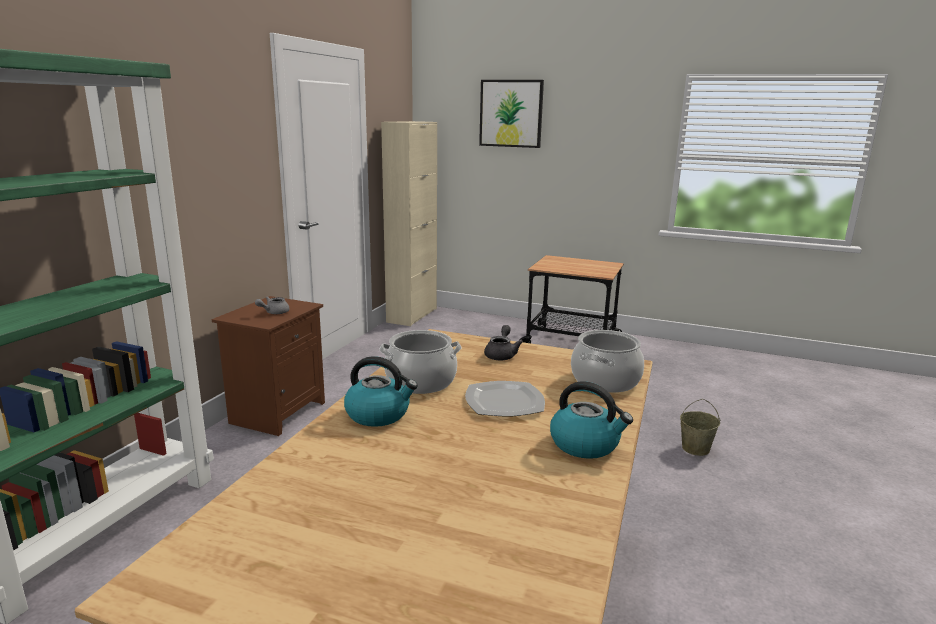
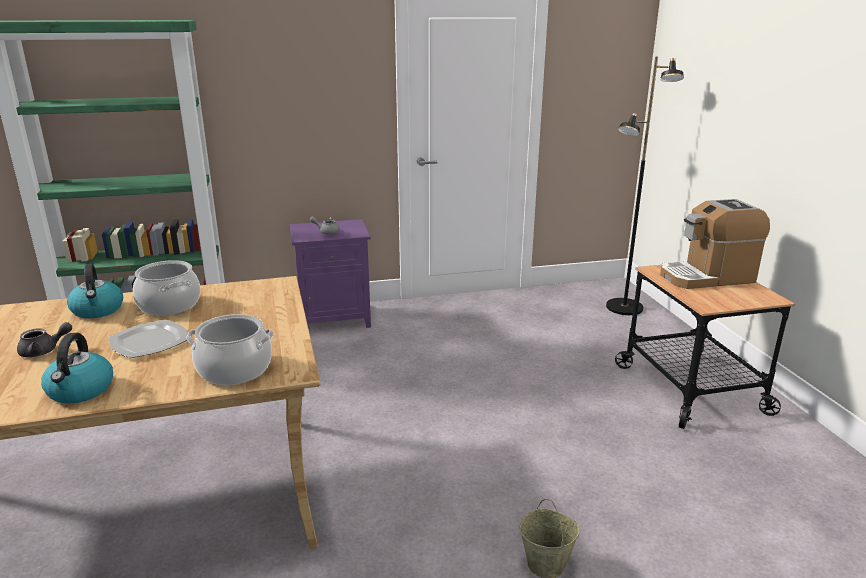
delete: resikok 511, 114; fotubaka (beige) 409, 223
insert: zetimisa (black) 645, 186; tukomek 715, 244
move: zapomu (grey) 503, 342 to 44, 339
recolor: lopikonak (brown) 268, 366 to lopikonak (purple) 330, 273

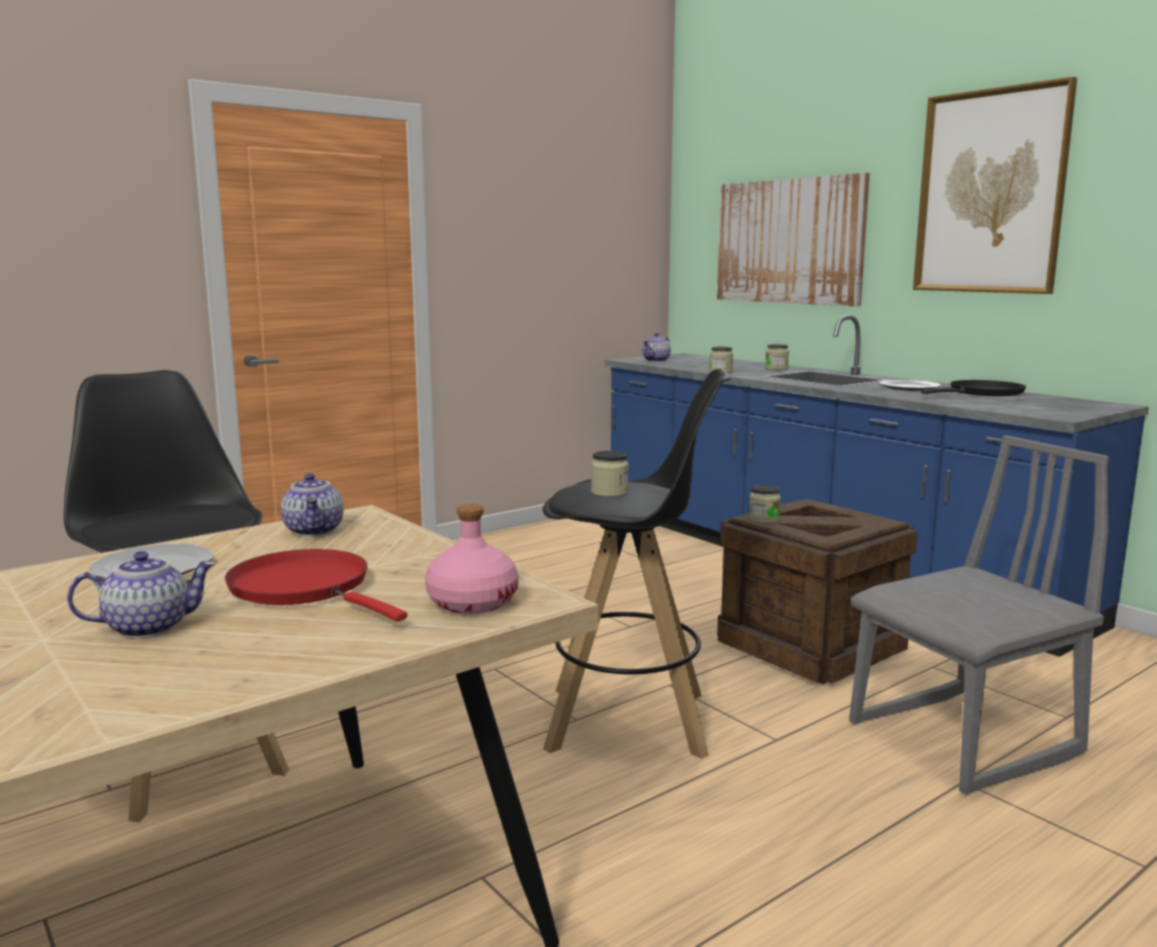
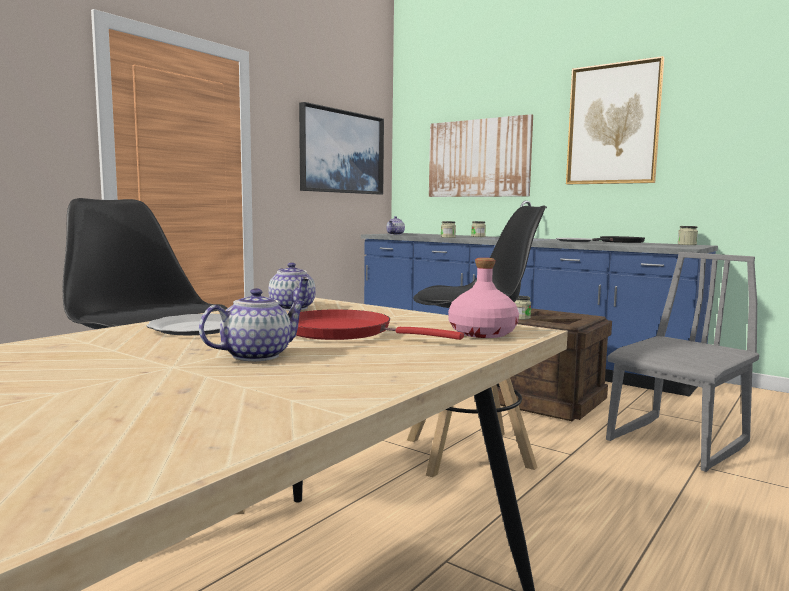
insert: resikok 341, 148
move: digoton 610, 474 to 688, 235

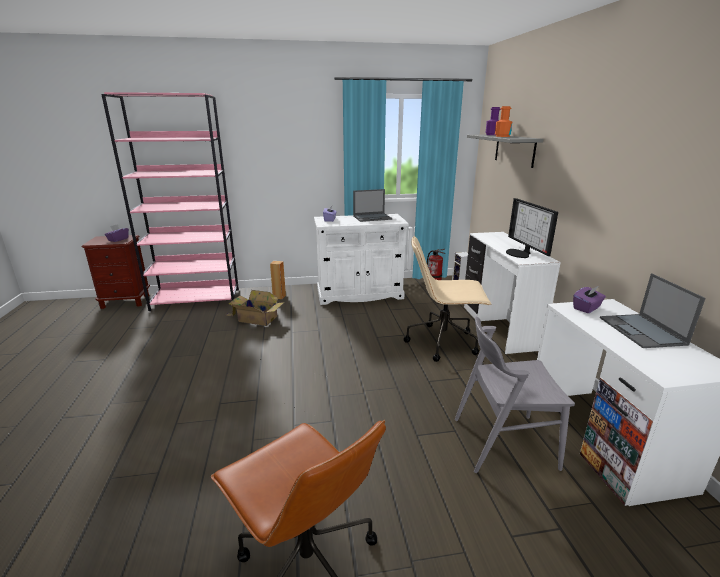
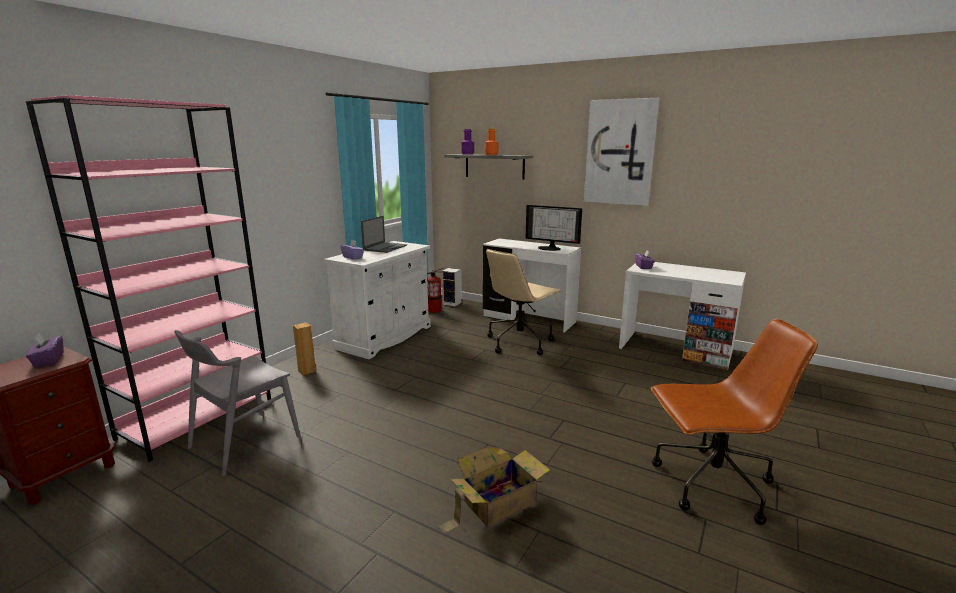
delete: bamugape 653, 310
insert: resikok 621, 152
move: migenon 255, 308 to 494, 489; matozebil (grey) 515, 395 to 237, 403

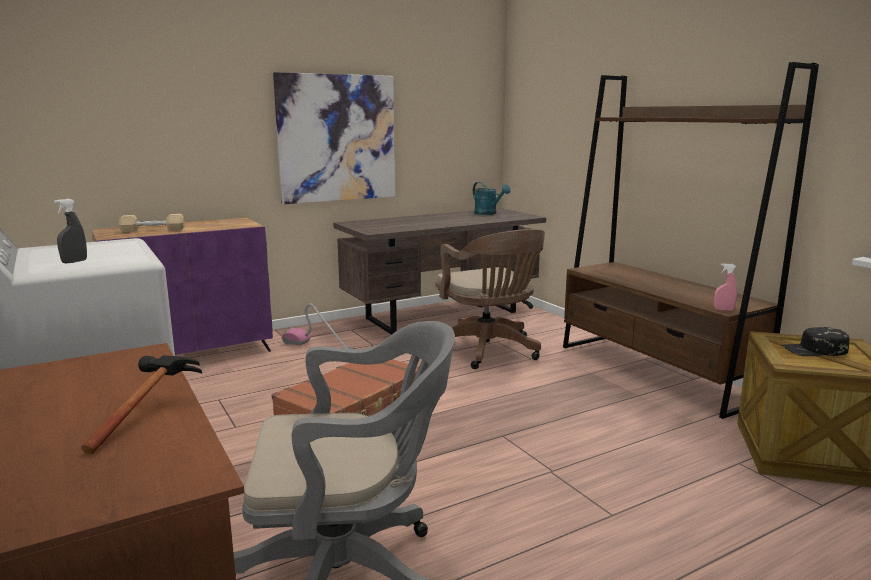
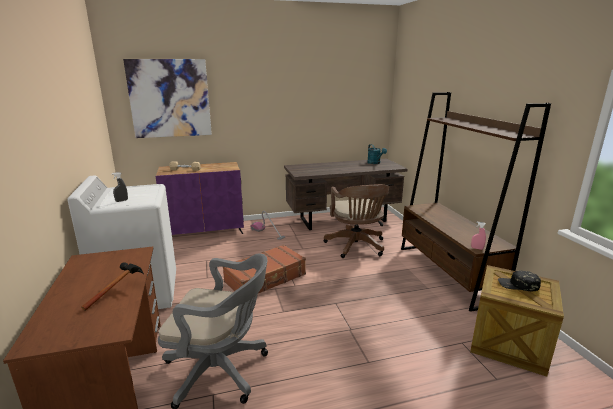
move: resikok 334, 138 to 167, 98

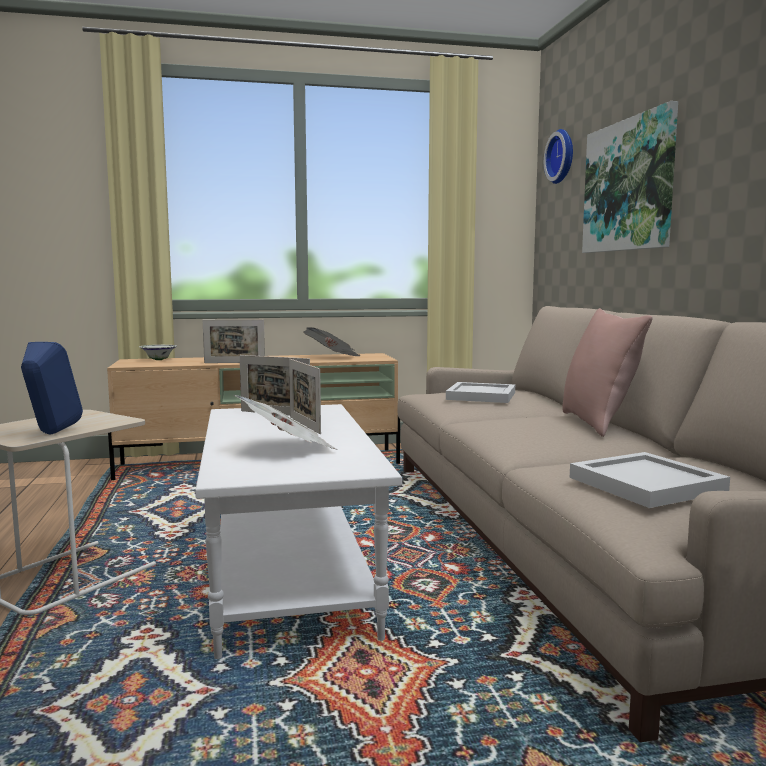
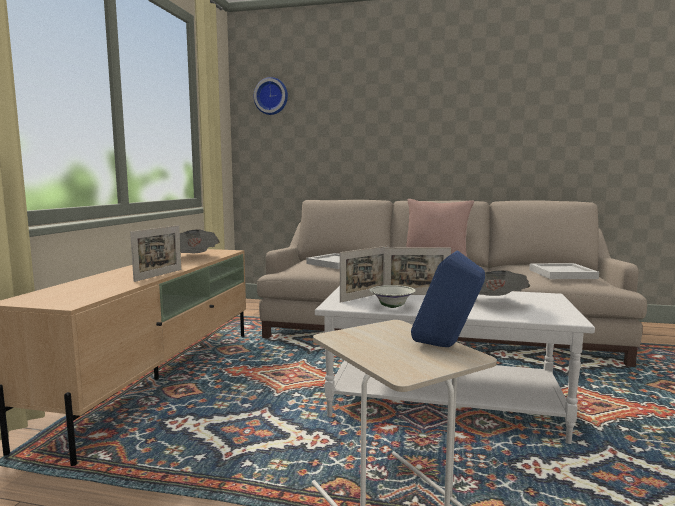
delete: resikok 630, 177
move: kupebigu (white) 158, 352 to 393, 296

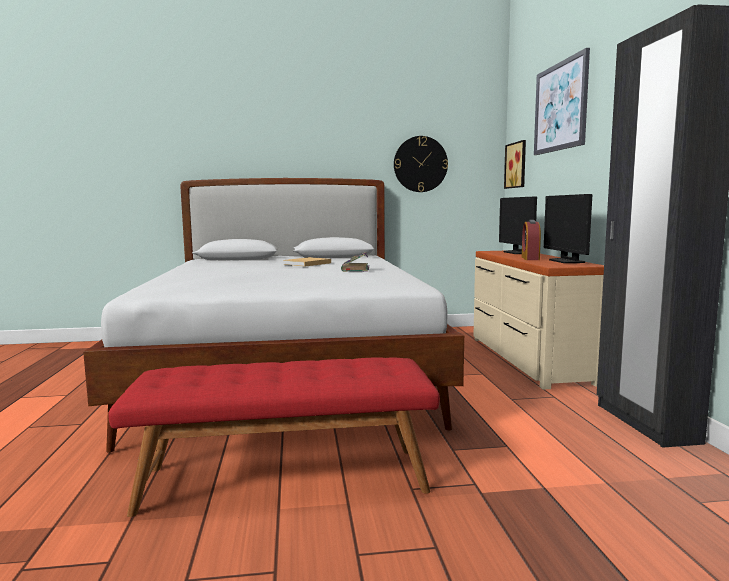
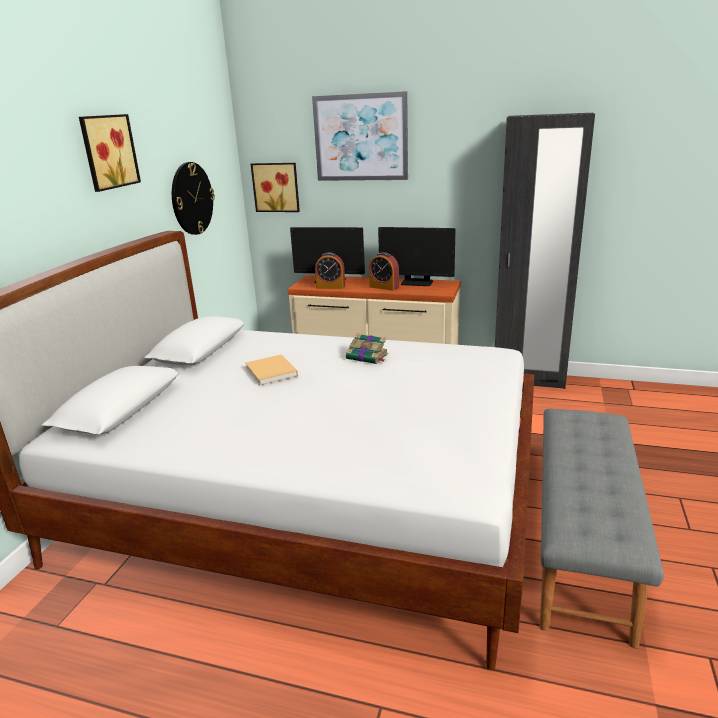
insert: resikok 110, 153; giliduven 330, 270
recolor: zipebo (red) 274, 437 to zipebo (grey) 602, 528

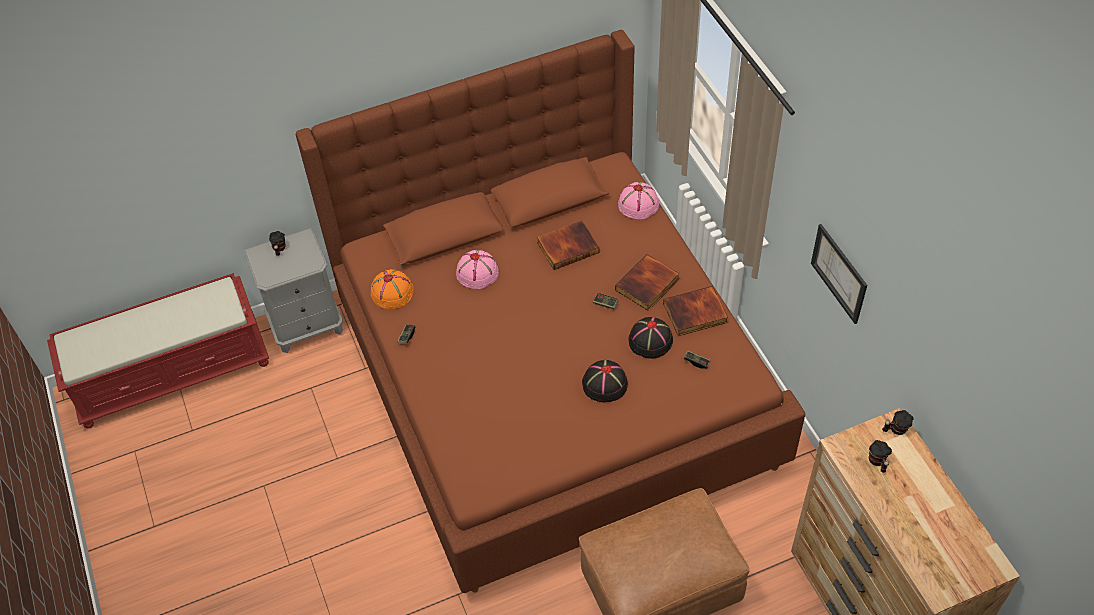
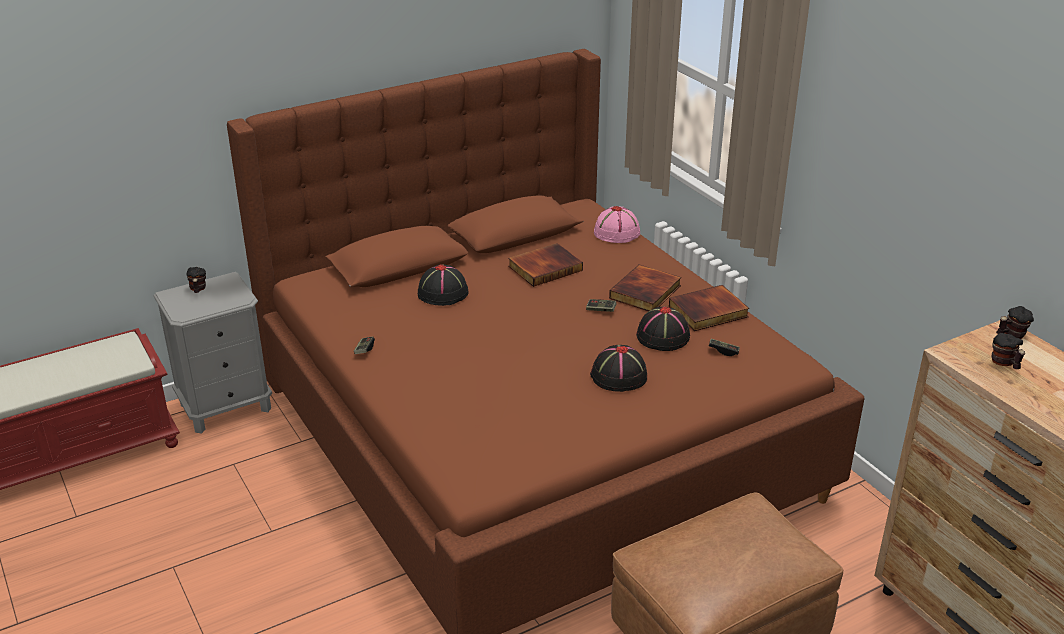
delete: resikok 839, 274; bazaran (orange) 392, 289
recolor: bazaran (pink) 477, 269 to bazaran (black) 443, 285

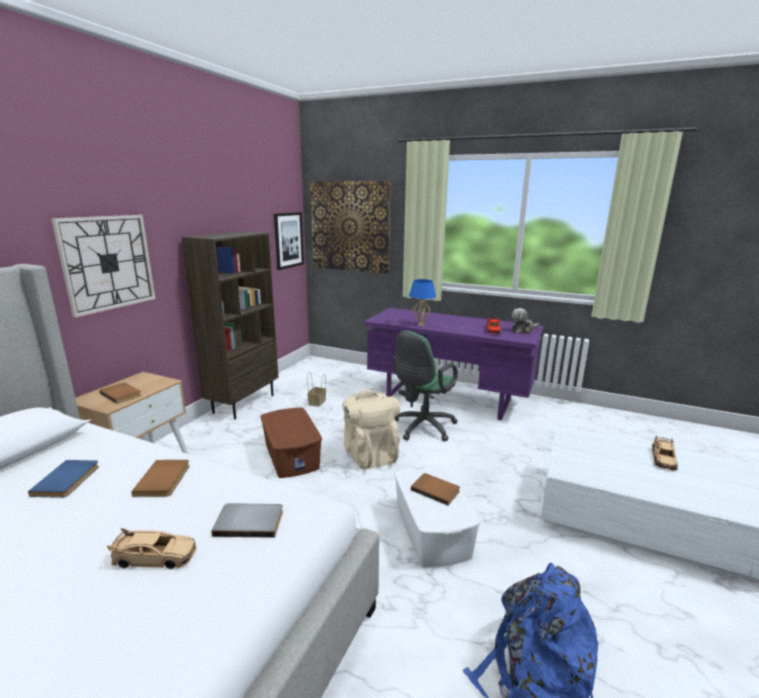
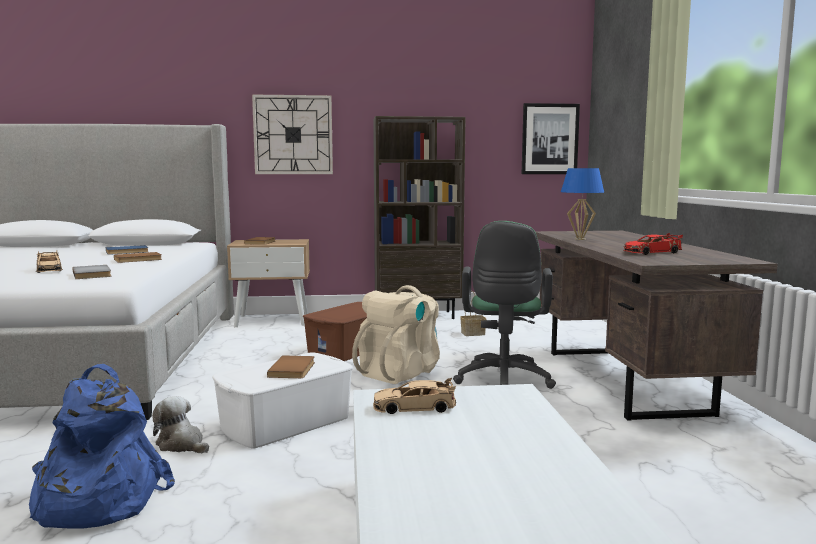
delete: resikok 350, 227
move: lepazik 525, 320 to 180, 424; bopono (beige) 665, 453 to 414, 396
recolor: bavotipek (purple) 453, 364 to bavotipek (brown) 656, 326
rotate: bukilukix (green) 425, 386 = 504, 305 90 degrees counterclockwise

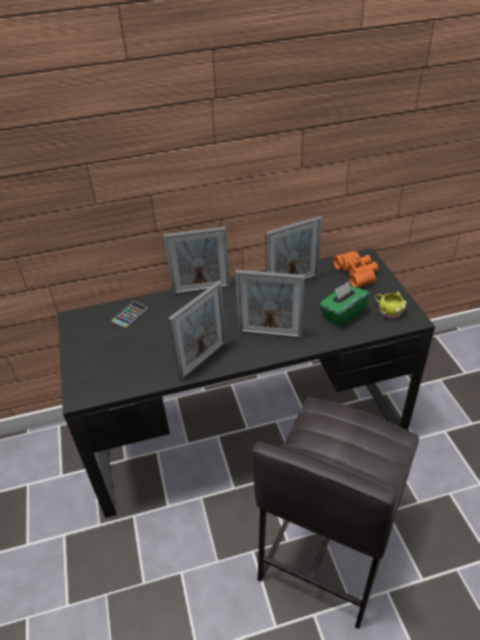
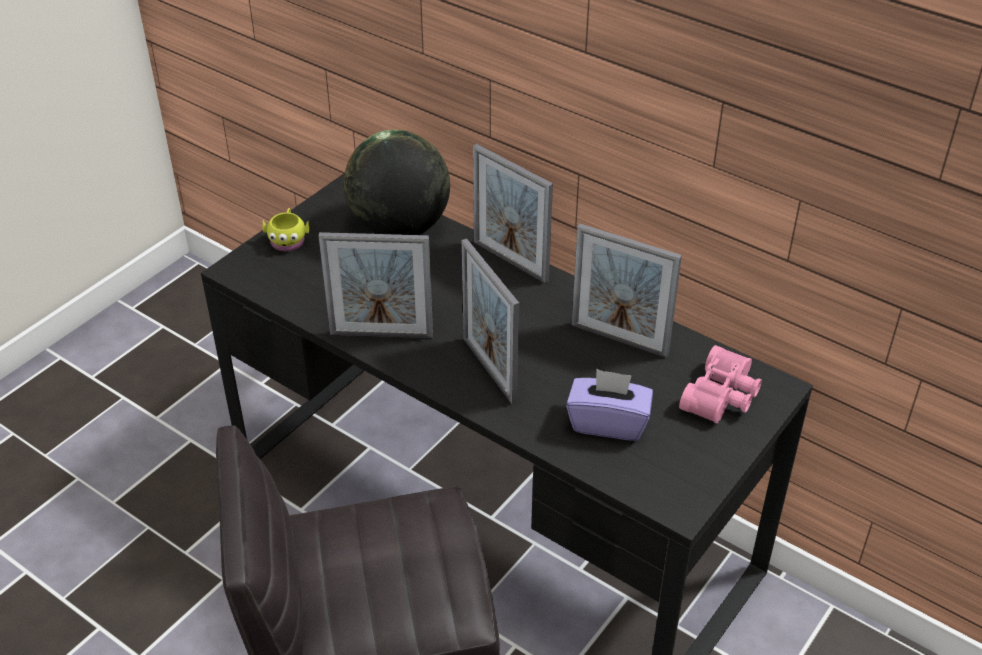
move: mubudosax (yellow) 391, 305 to 286, 229
replace: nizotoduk 129, 314 to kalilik 397, 182
recolor: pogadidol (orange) 355, 269 to pogadidol (pink) 720, 384; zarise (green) 344, 304 to zarise (purple) 609, 405

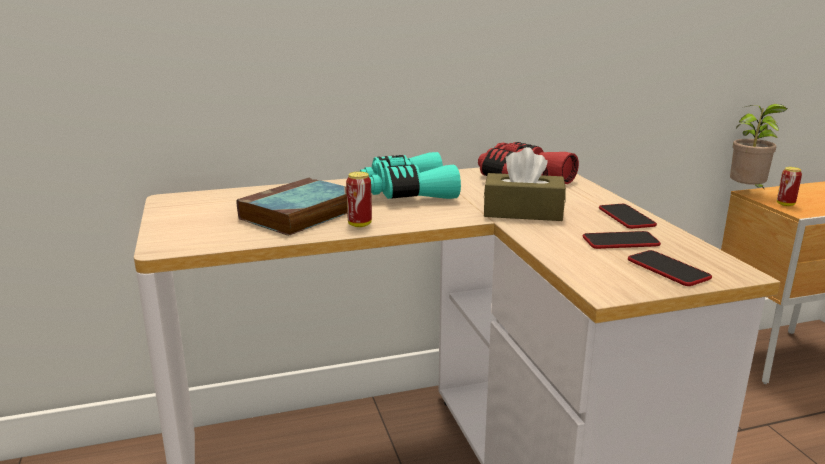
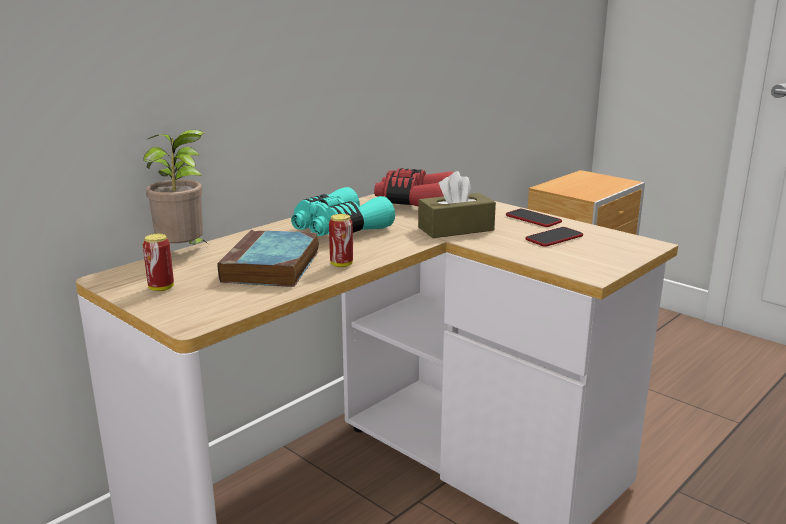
delete: nizotoduk 670, 268
move: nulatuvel 759, 147 to 175, 187; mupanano 789, 186 to 158, 262

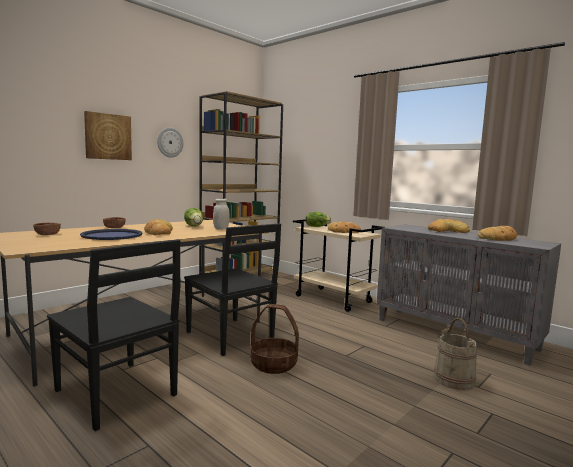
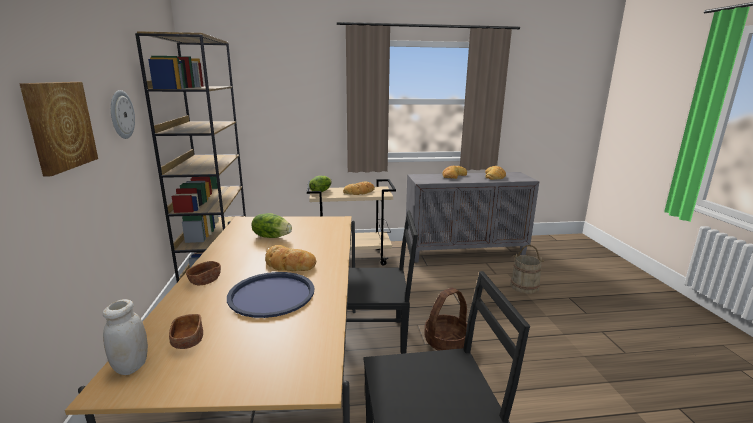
move: digoton (white) 221, 213 to 125, 337

